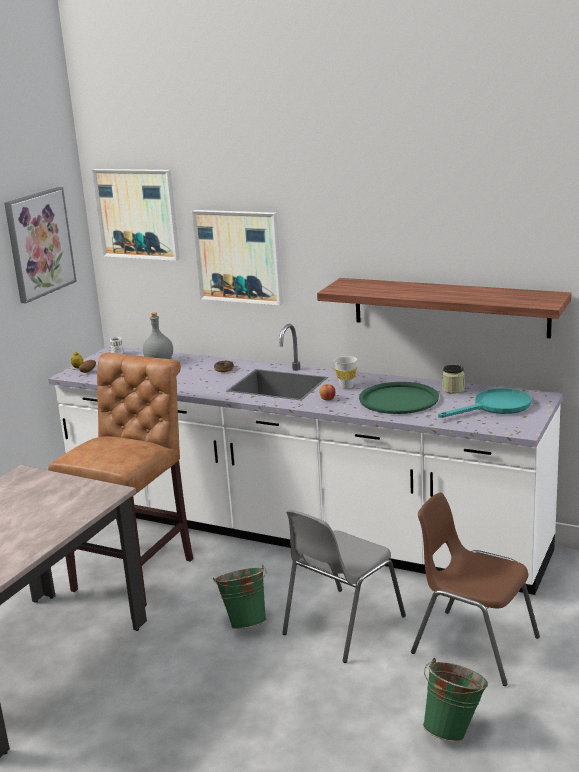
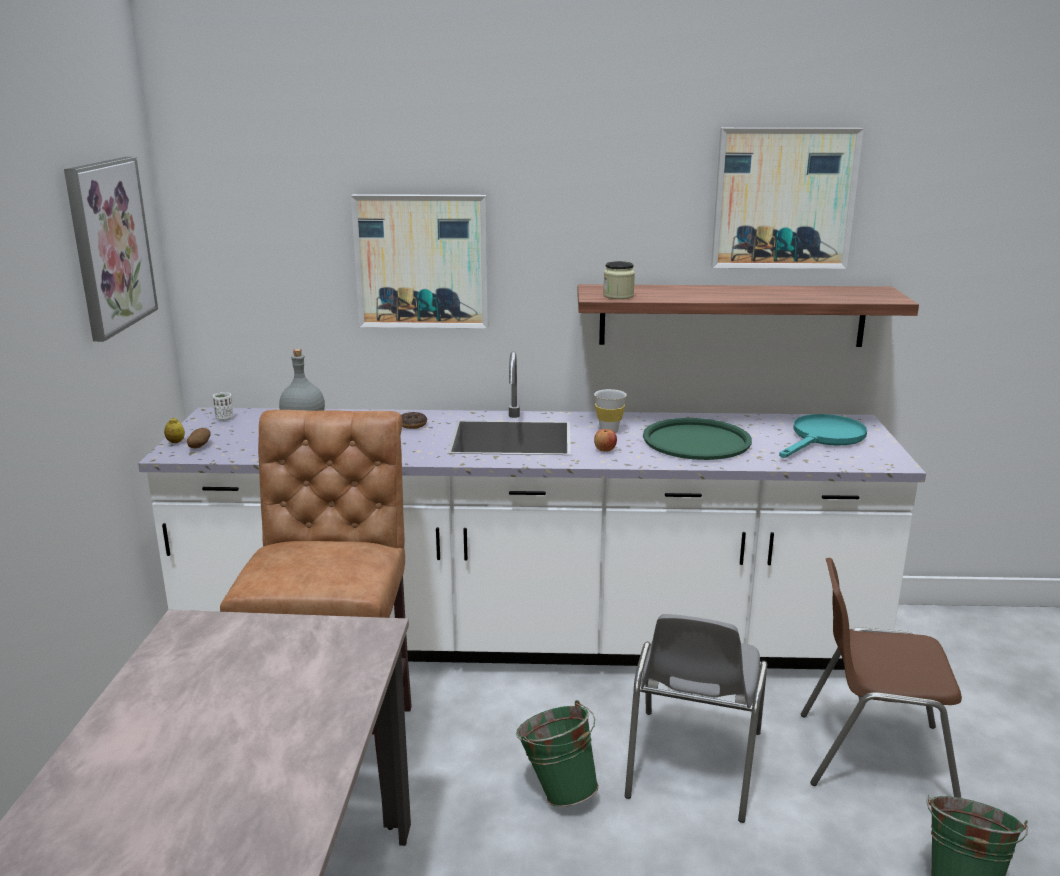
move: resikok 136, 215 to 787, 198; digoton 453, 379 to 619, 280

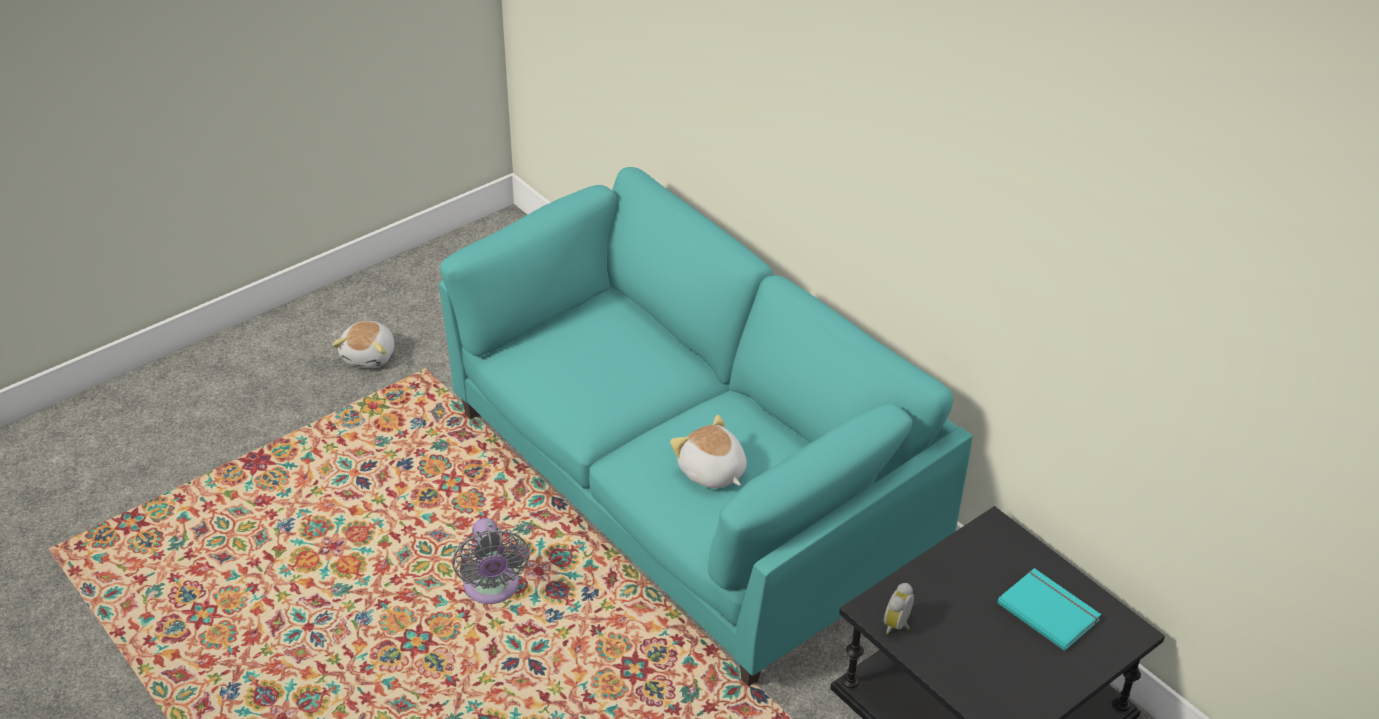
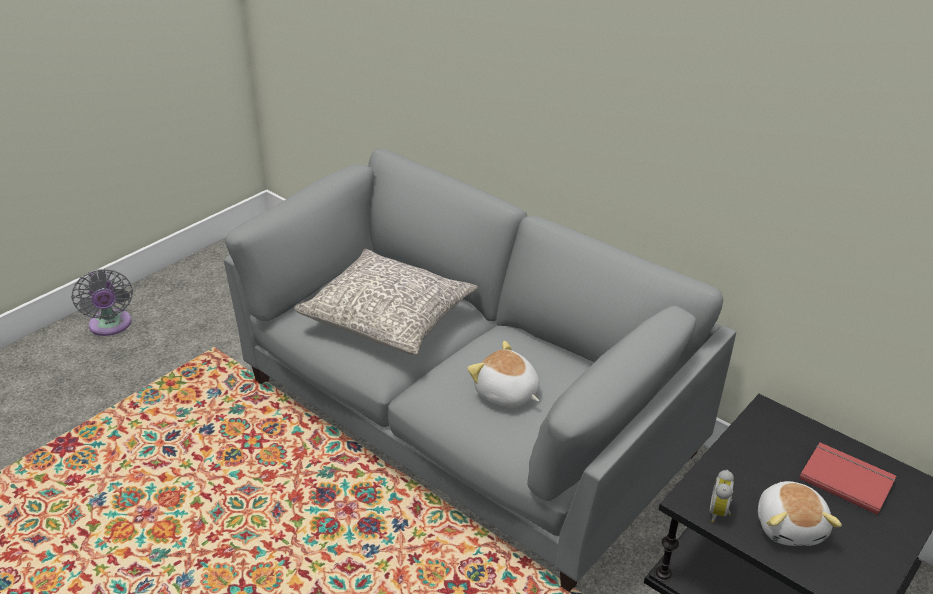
insert: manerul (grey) 386, 302
move: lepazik 363, 344 to 800, 513; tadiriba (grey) 491, 561 to 102, 302
recolor: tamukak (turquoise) 706, 426 to tamukak (grey) 480, 370; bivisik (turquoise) 1049, 609 to bivisik (red) 847, 479

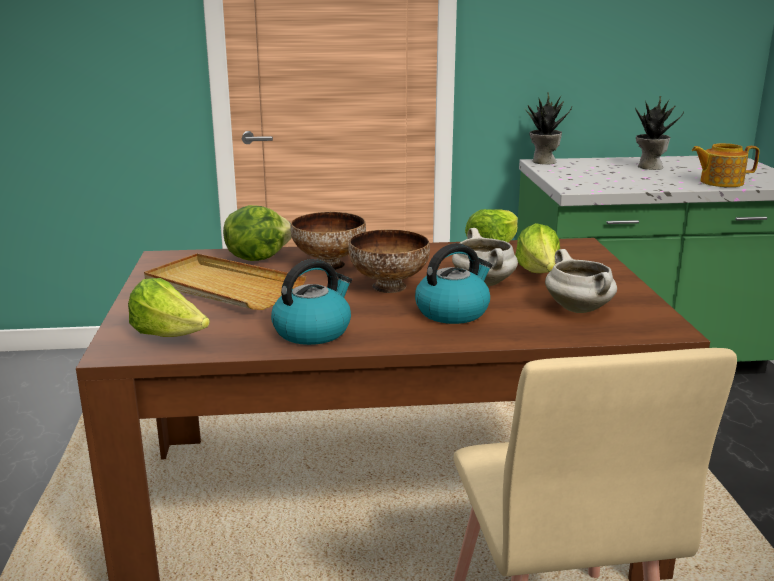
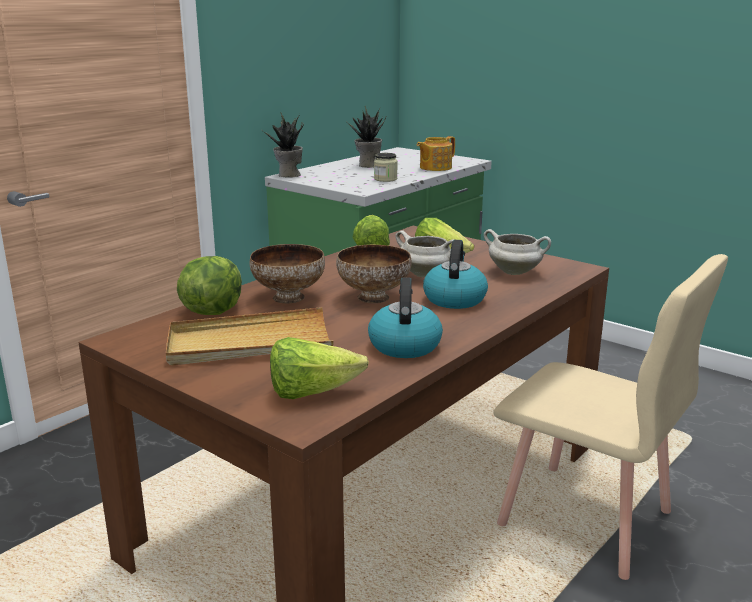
insert: digoton 386, 167

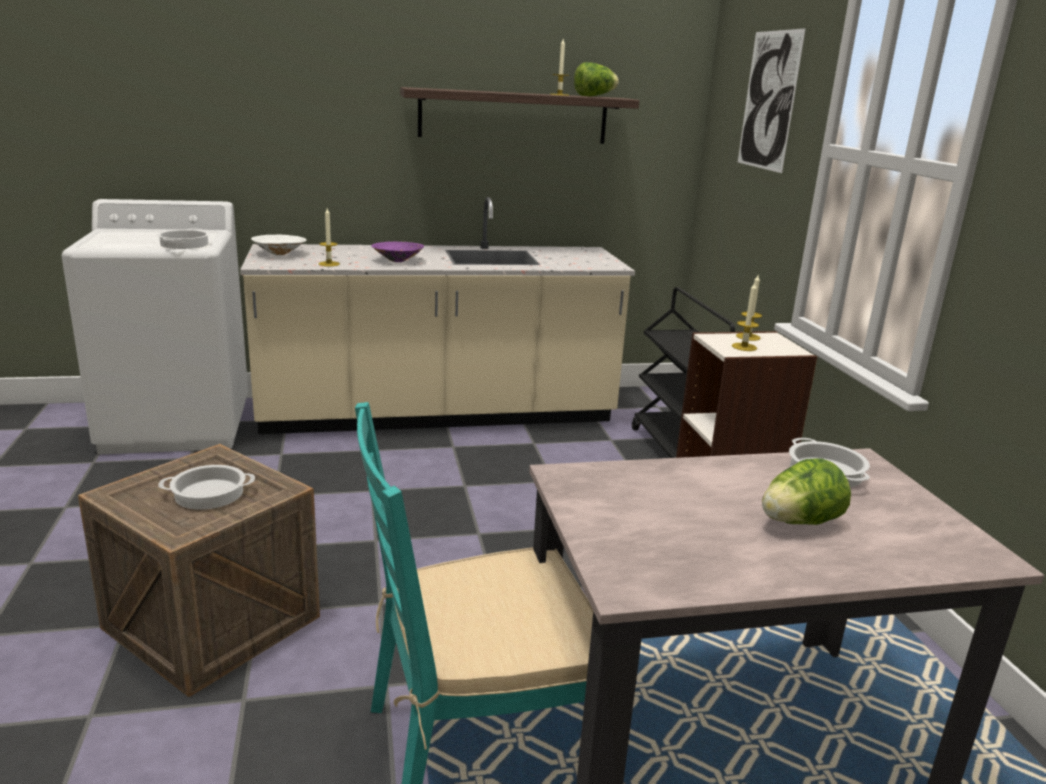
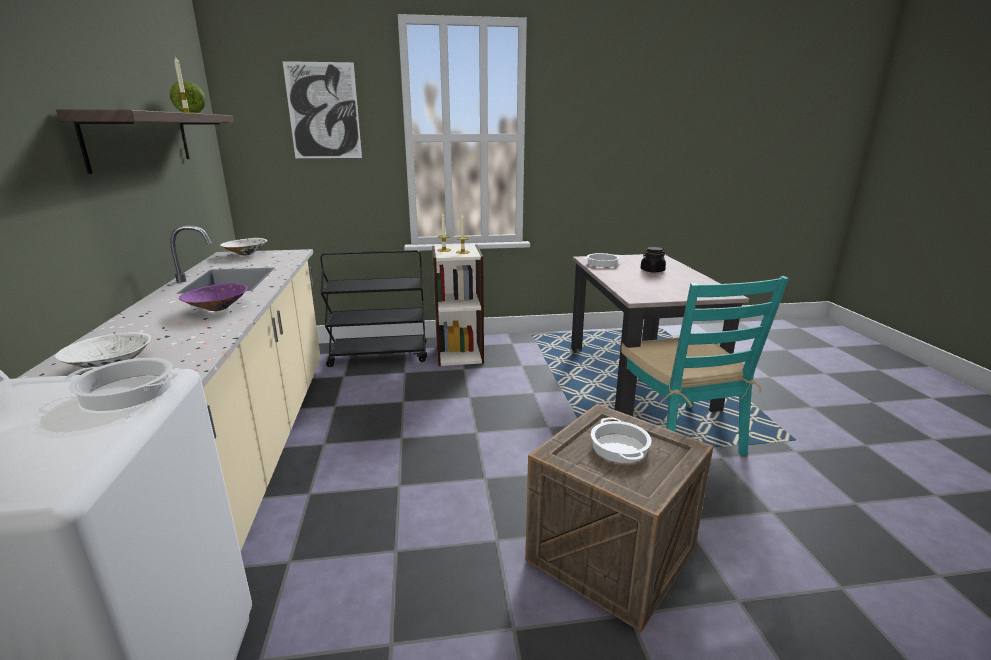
delete: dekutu 329, 237
insert: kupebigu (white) 243, 247
replace: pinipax 806, 492 to digoton (black) 653, 260

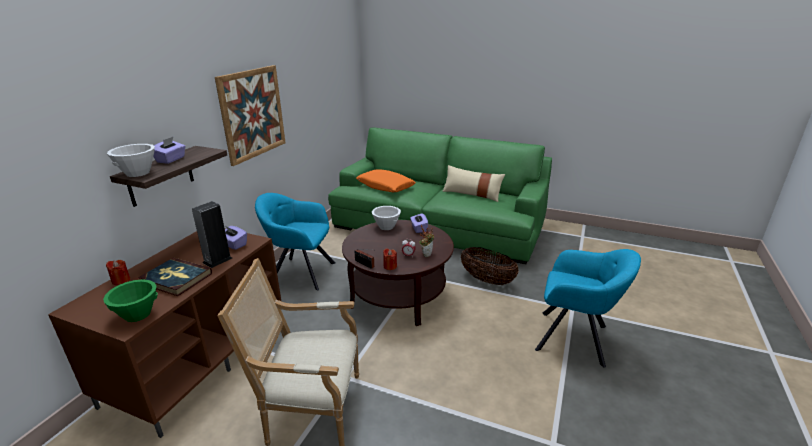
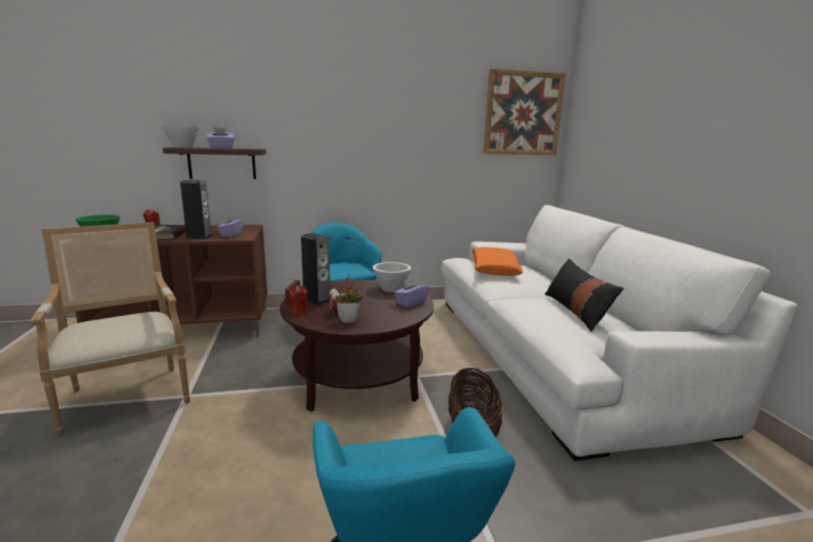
insert: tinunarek 315, 269
move: resikok 250, 115 to 524, 112
recolor: tamukak (green) 440, 196 to tamukak (white) 619, 333; manerul (beige) 473, 183 to manerul (black) 584, 295

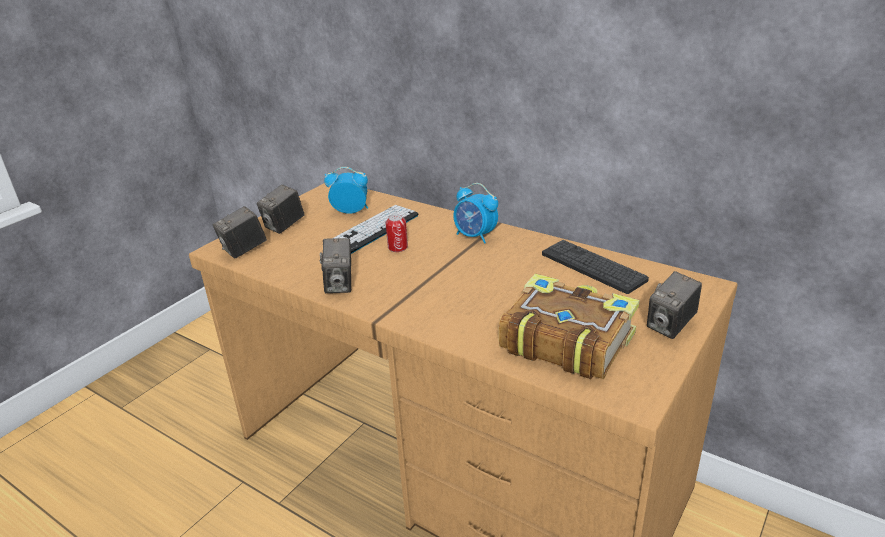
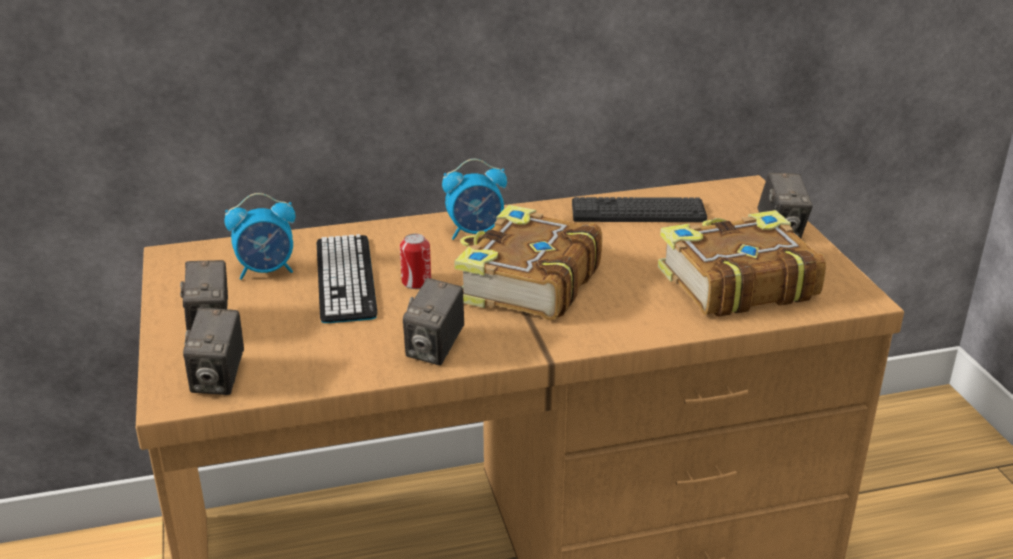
insert: bivisik 528, 263
rotate: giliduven 346, 190 = 260, 236 150 degrees counterclockwise; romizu 335, 265 = 433, 321 75 degrees clockwise

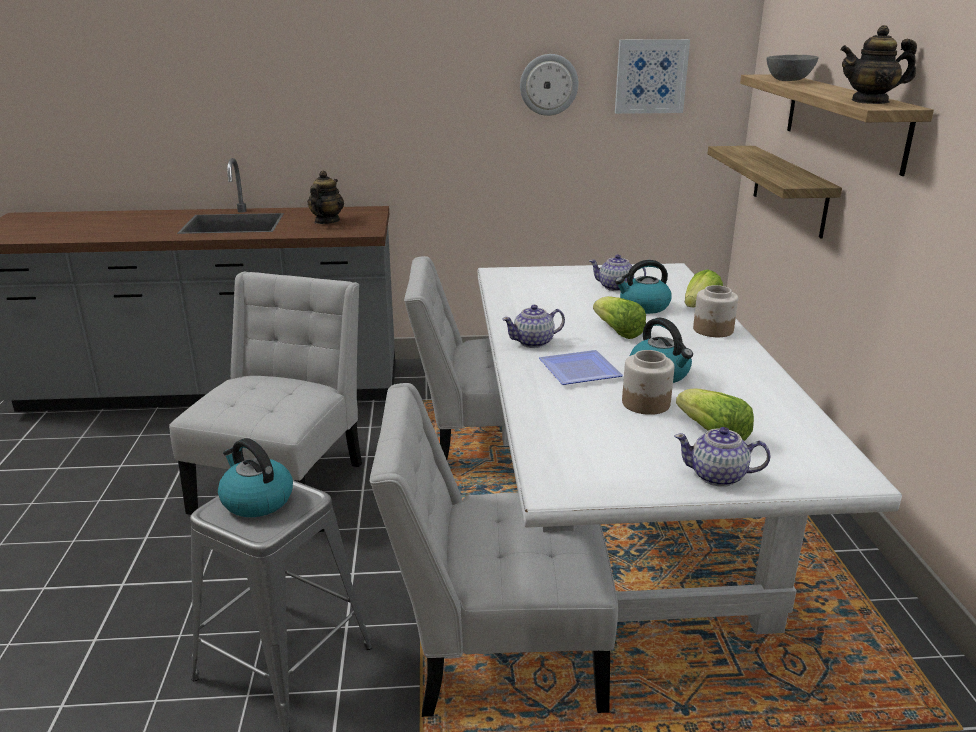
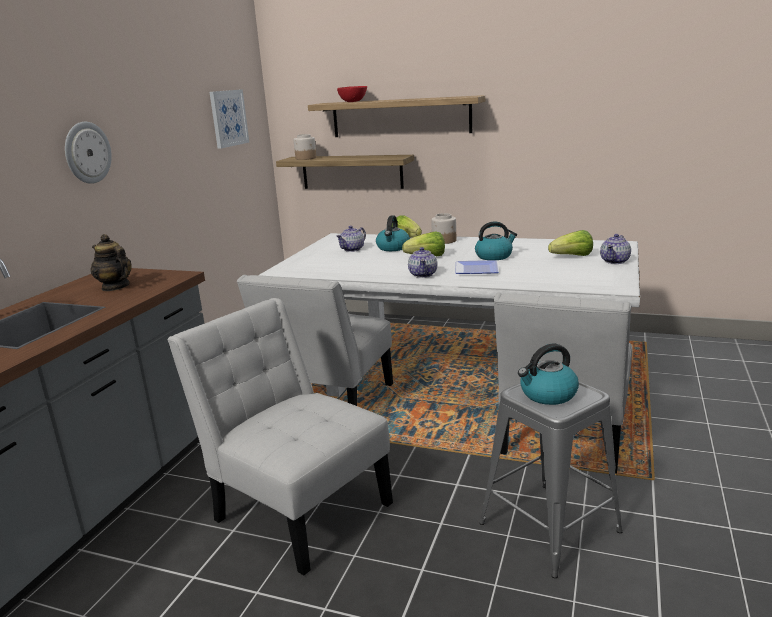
delete: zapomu 878, 64
move: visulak 549, 85 to 88, 153; digoton 648, 382 to 305, 147
recolor: kupebigu (grey) 793, 68 to kupebigu (red) 352, 94

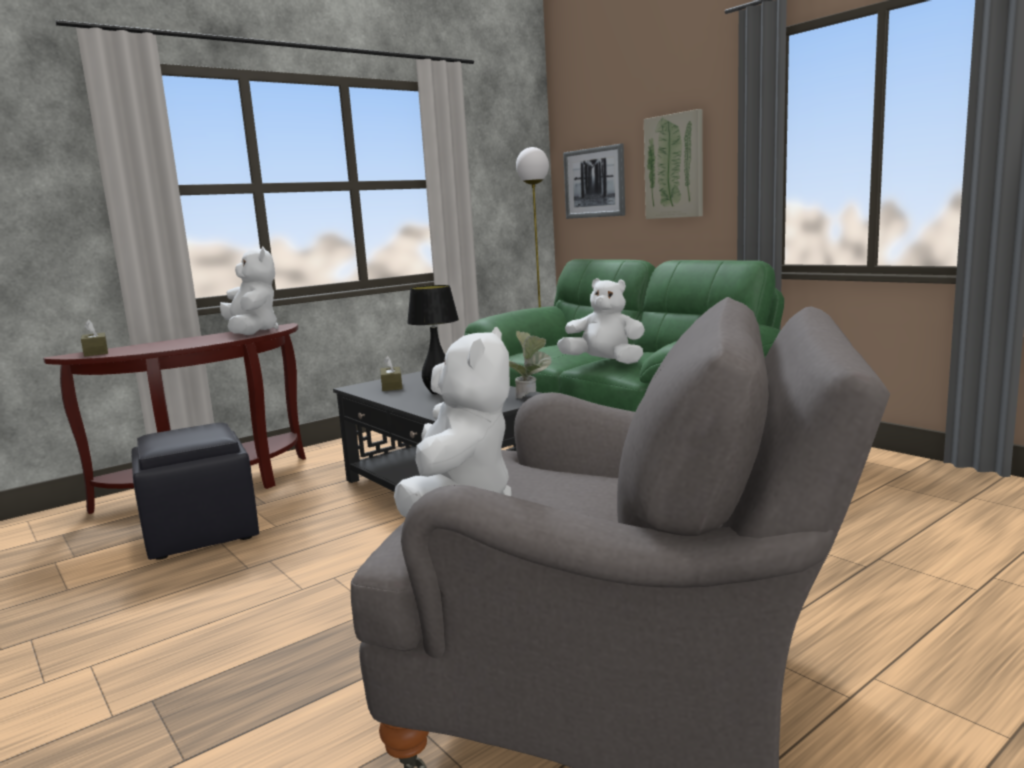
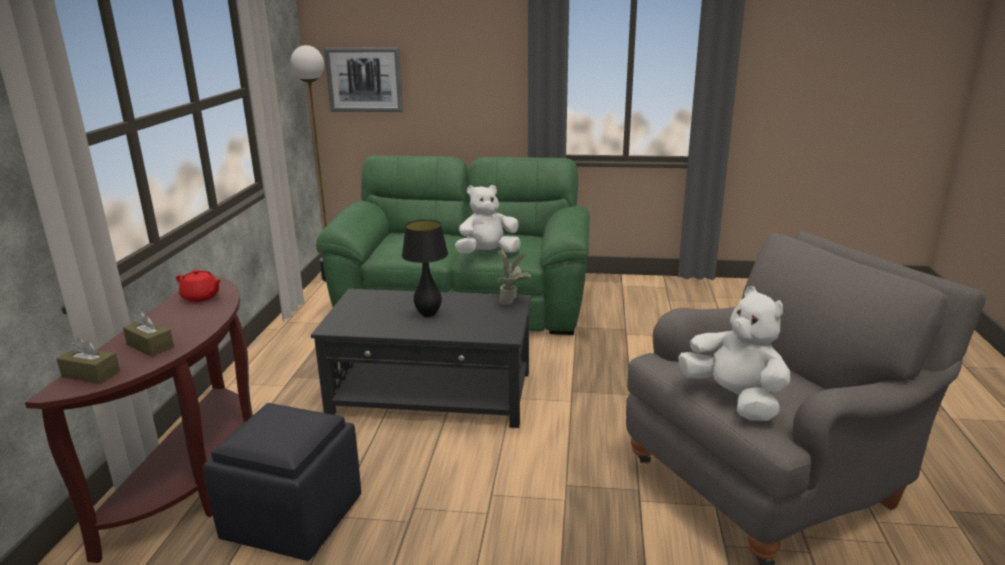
delete: resikok 673, 164
move: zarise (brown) 391, 373 to 148, 334
replace: lepazik (white) 249, 290 to zapomu (red) 199, 285

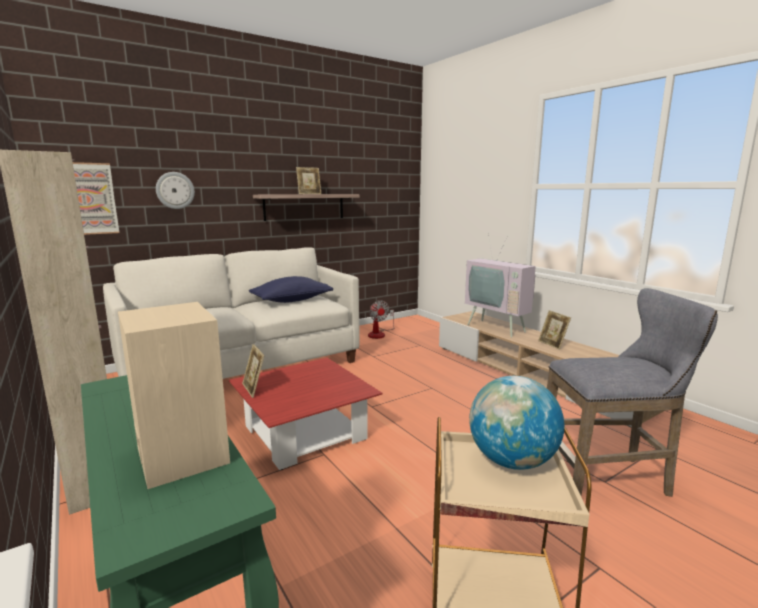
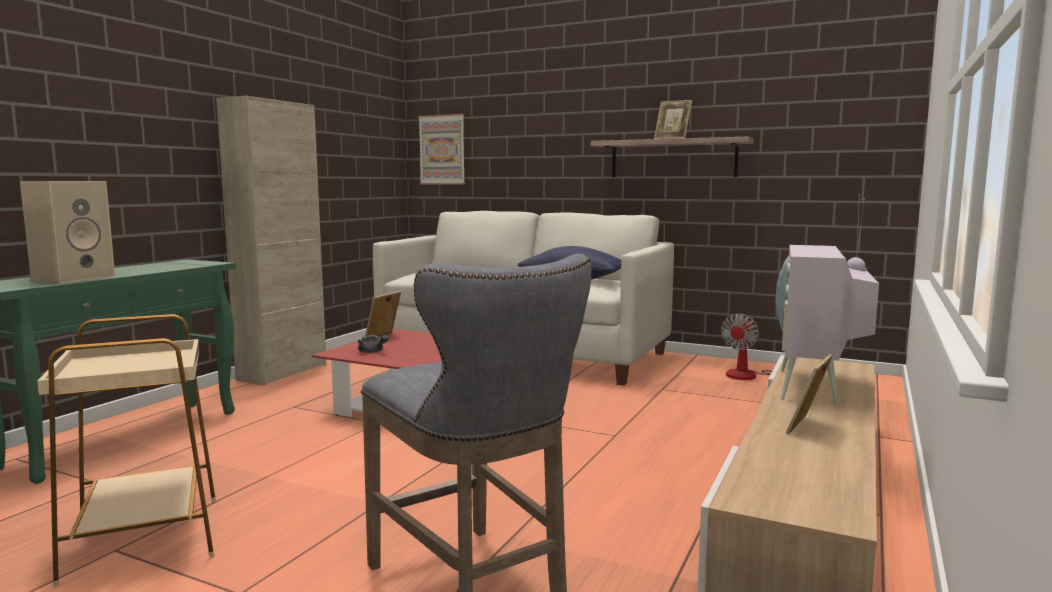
delete: visulak 175, 190; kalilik 517, 423
insert: zapomu (grey) 373, 344

